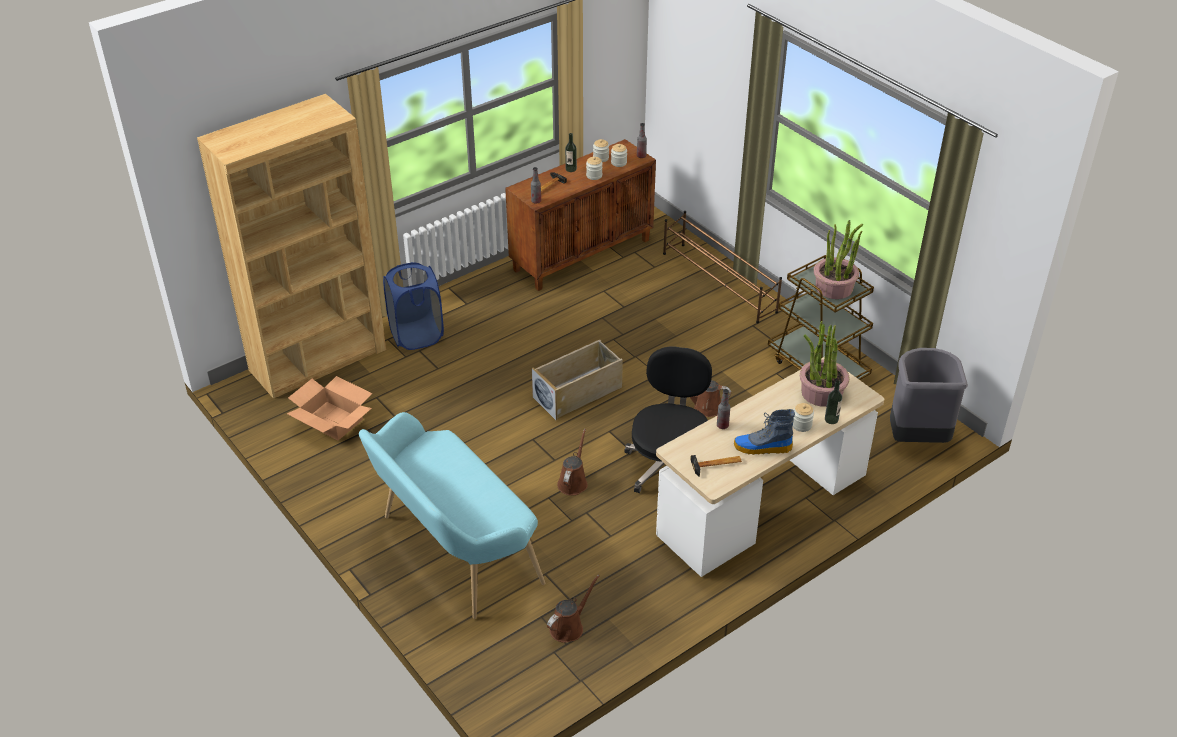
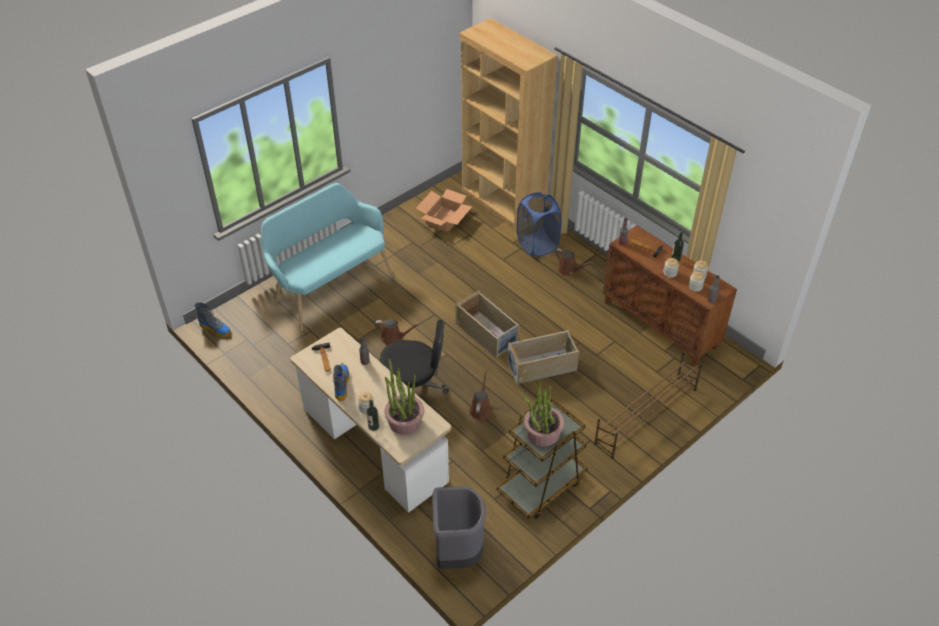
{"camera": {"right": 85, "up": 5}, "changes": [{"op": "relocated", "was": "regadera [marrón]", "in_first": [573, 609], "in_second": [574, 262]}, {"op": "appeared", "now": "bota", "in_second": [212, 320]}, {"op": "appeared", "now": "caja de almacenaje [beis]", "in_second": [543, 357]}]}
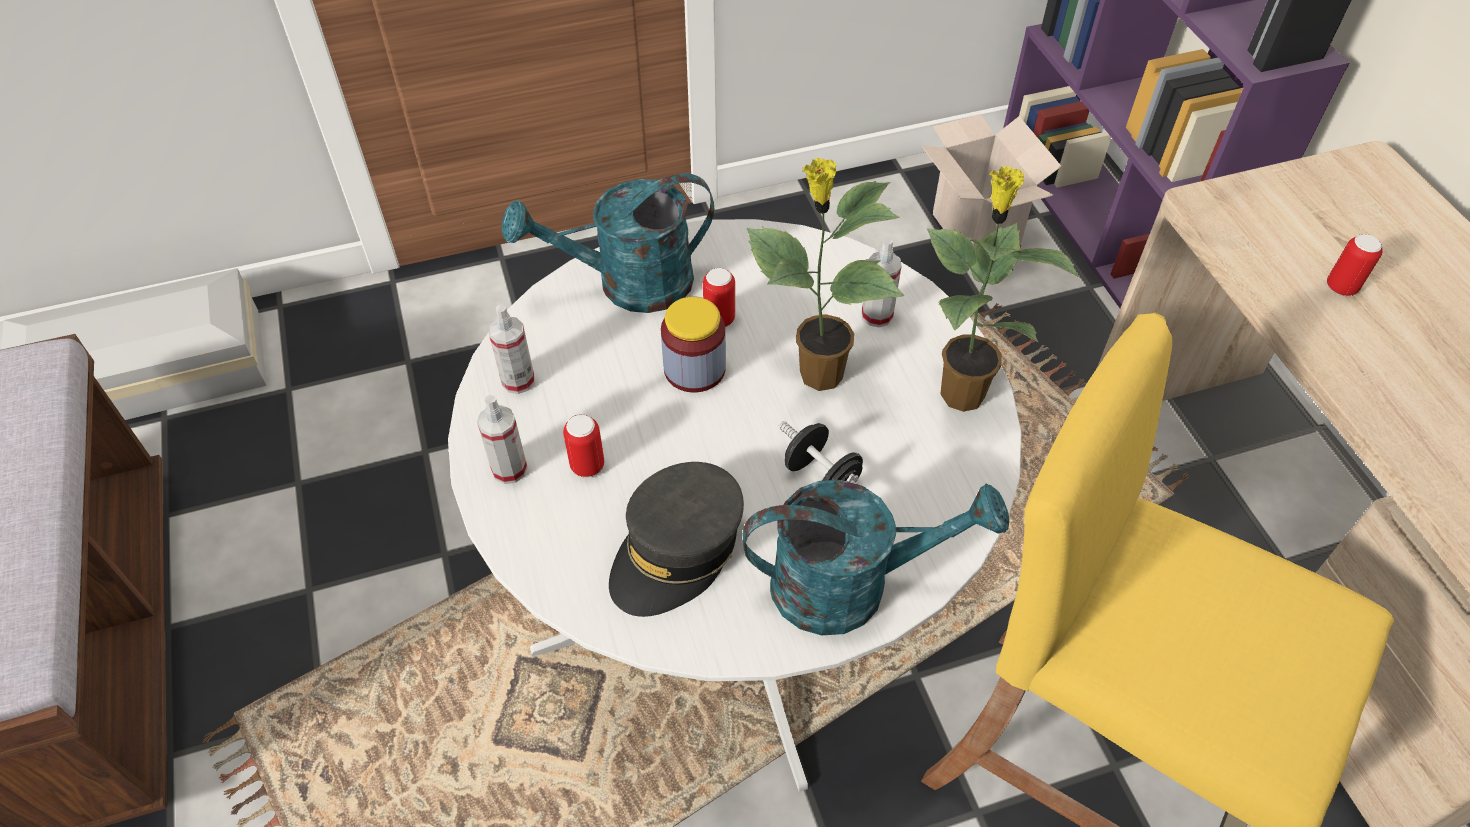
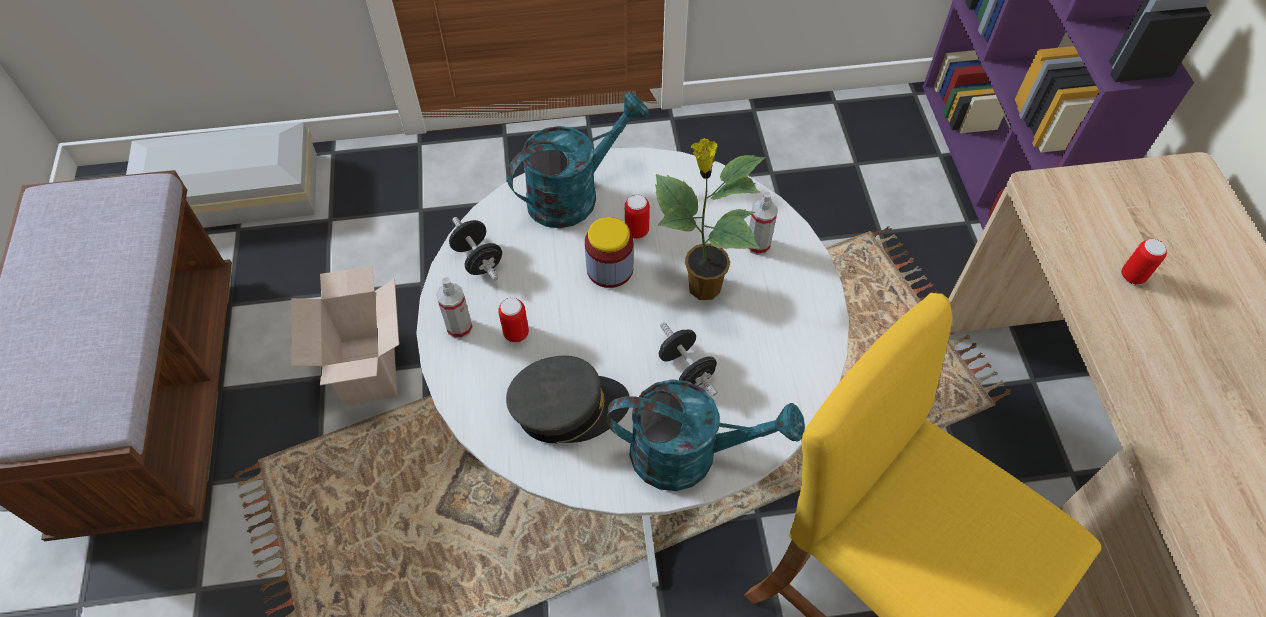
{"camera": {"right": 10, "up": 5}, "changes": [{"op": "exchanged", "was": "pulverizador", "now": "mancuerna [negro]", "in_first": [512, 349], "in_second": [475, 249]}, {"op": "spun", "was": "regadera [turquesa]", "in_first": [608, 243], "in_second": [578, 160], "clockwise": 150}, {"op": "spun", "was": "gorra [gris]", "in_first": [676, 539], "in_second": [567, 400], "clockwise": -150}, {"op": "relocated", "was": "caja de cartón", "in_first": [992, 181], "in_second": [345, 335]}, {"op": "missing", "was": "planta en maceta", "in_first": [1003, 289]}]}
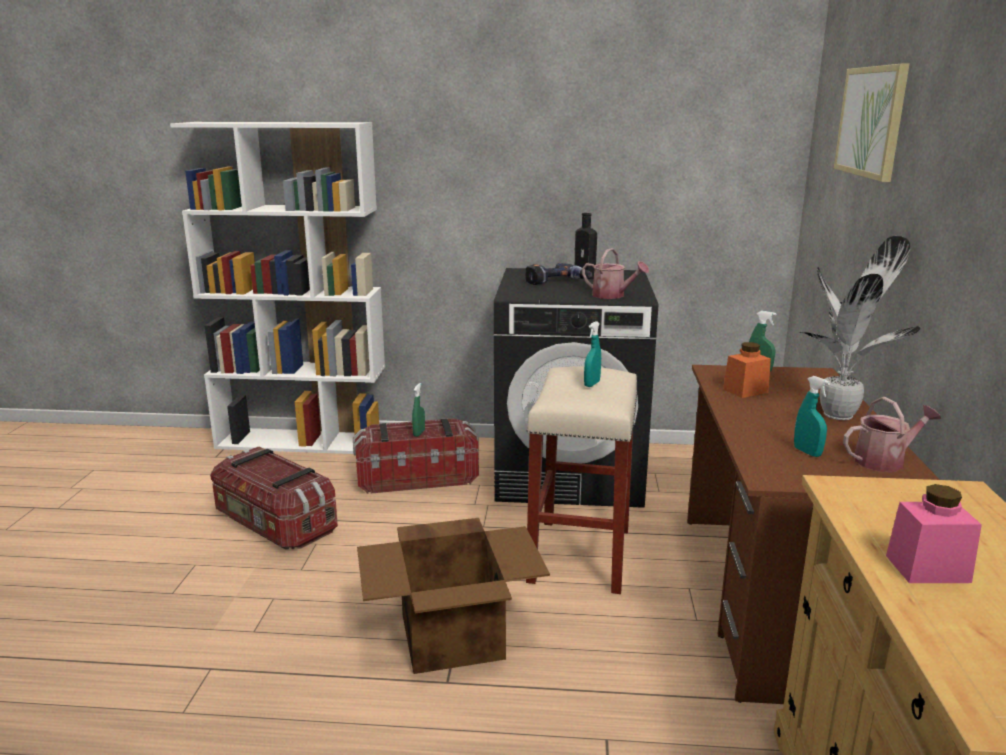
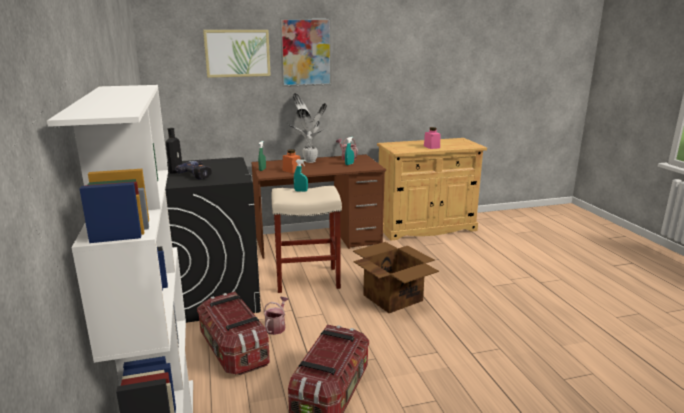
{"camera": {"right": -110, "up": 0}, "changes": [{"op": "missing", "was": "pulverizador [verde]", "in_first": [418, 410]}, {"op": "relocated", "was": "regadera", "in_first": [615, 273], "in_second": [276, 316]}, {"op": "appeared", "now": "cuadro", "in_second": [306, 52]}]}
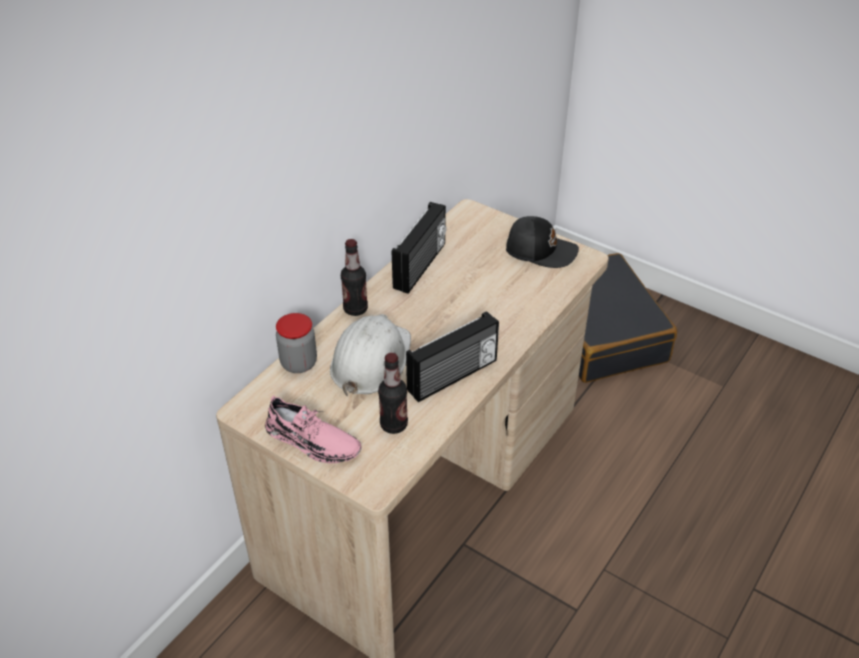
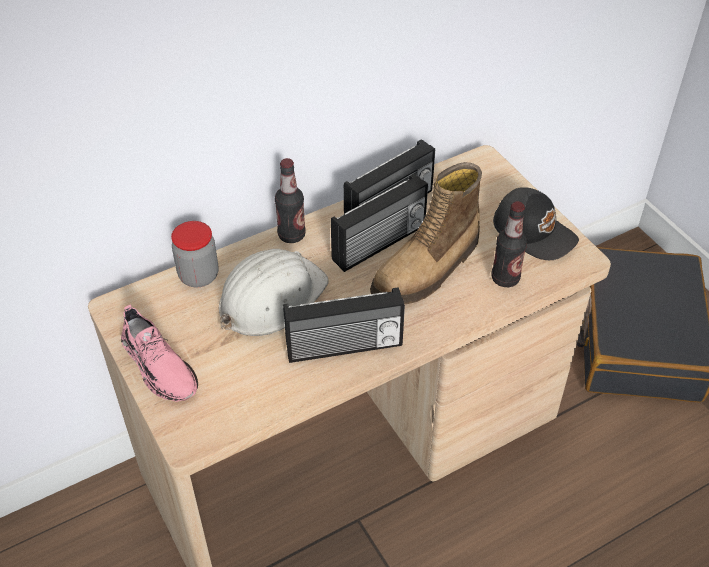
{"camera": {"right": 25, "up": 5}, "changes": [{"op": "relocated", "was": "botella", "in_first": [393, 393], "in_second": [509, 244]}, {"op": "appeared", "now": "radio", "in_second": [379, 223]}, {"op": "appeared", "now": "bota", "in_second": [426, 233]}]}
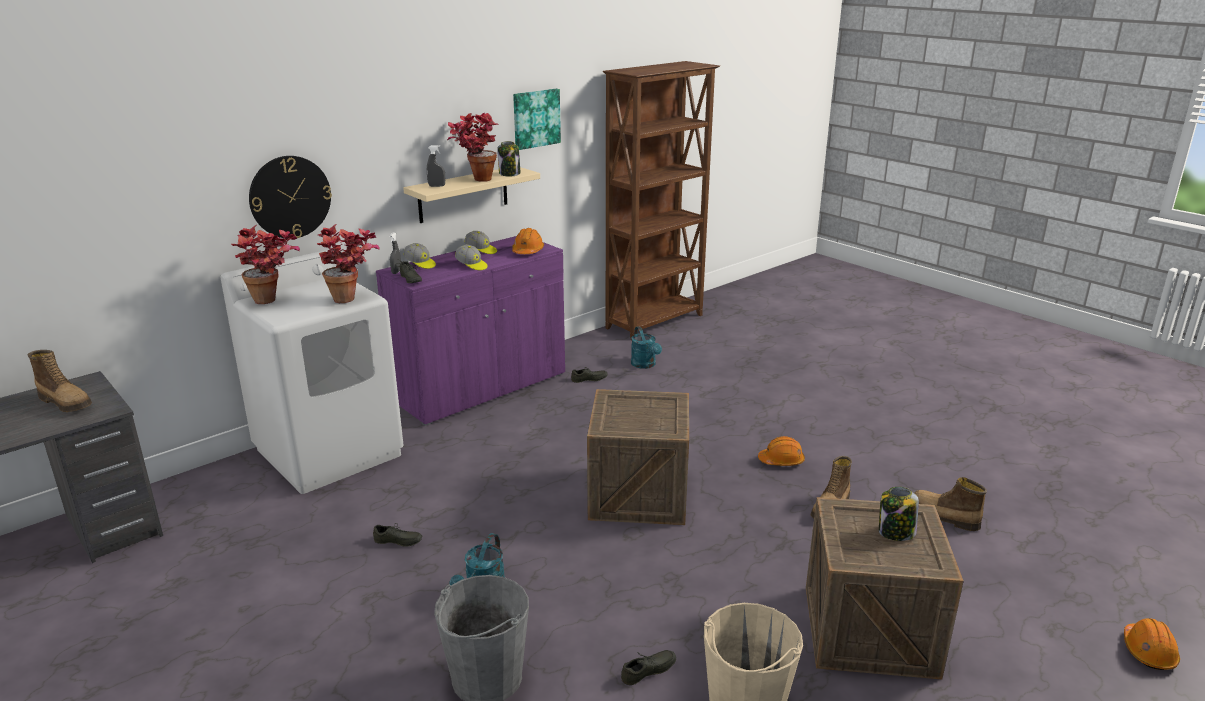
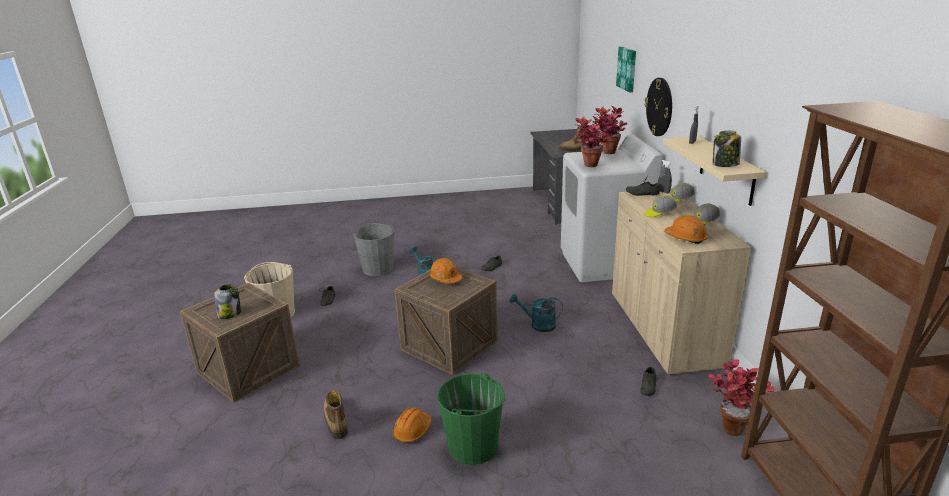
{"camera": {"right": 125, "up": 0}, "changes": [{"op": "colour", "was": "armario [morado]", "now": "armario [beis]", "in_first": [470, 331], "in_second": [681, 282]}, {"op": "relocated", "was": "planta en maceta", "in_first": [473, 147], "in_second": [742, 397]}, {"op": "relocated", "was": "cuadro", "in_first": [537, 119], "in_second": [626, 70]}, {"op": "relocated", "was": "regadera [turquesa]", "in_first": [646, 347], "in_second": [536, 312]}, {"op": "missing", "was": "bota", "in_first": [950, 504]}, {"op": "relocated", "was": "casco [naranja]", "in_first": [1152, 644], "in_second": [446, 271]}, {"op": "appeared", "now": "cubo [verde]", "in_second": [471, 419]}]}
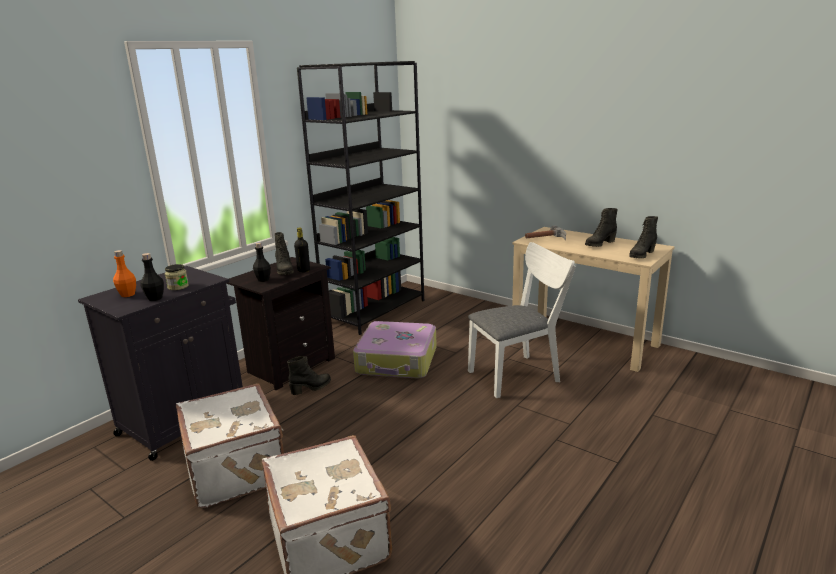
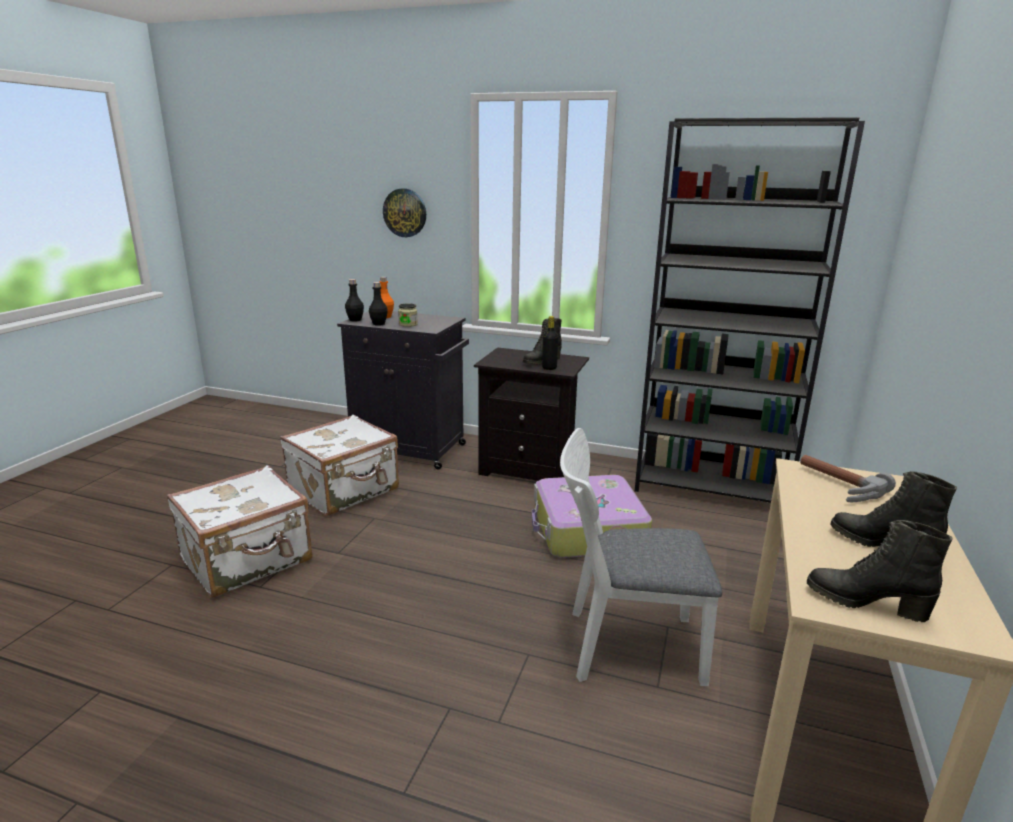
{"camera": {"right": 70, "up": 0}, "changes": [{"op": "relocated", "was": "botella [negro]", "in_first": [262, 262], "in_second": [354, 300]}, {"op": "missing", "was": "bota [negro]", "in_first": [309, 375]}, {"op": "spun", "was": "silla [blanco]", "in_first": [522, 320], "in_second": [641, 557], "clockwise": 135}, {"op": "appeared", "now": "reloj de pared", "in_second": [404, 213]}]}
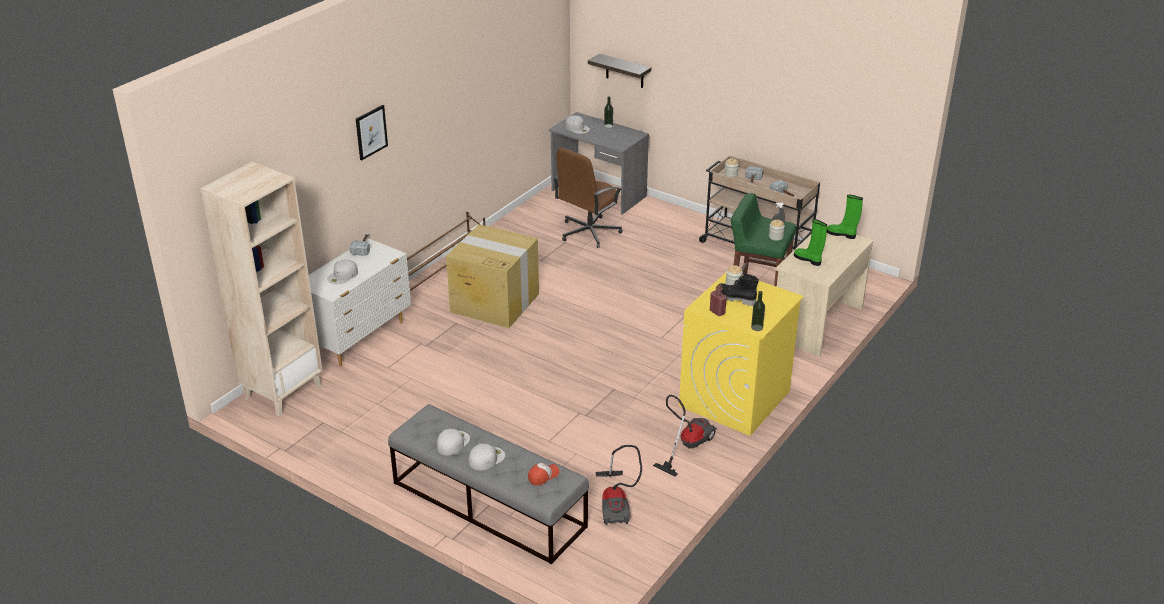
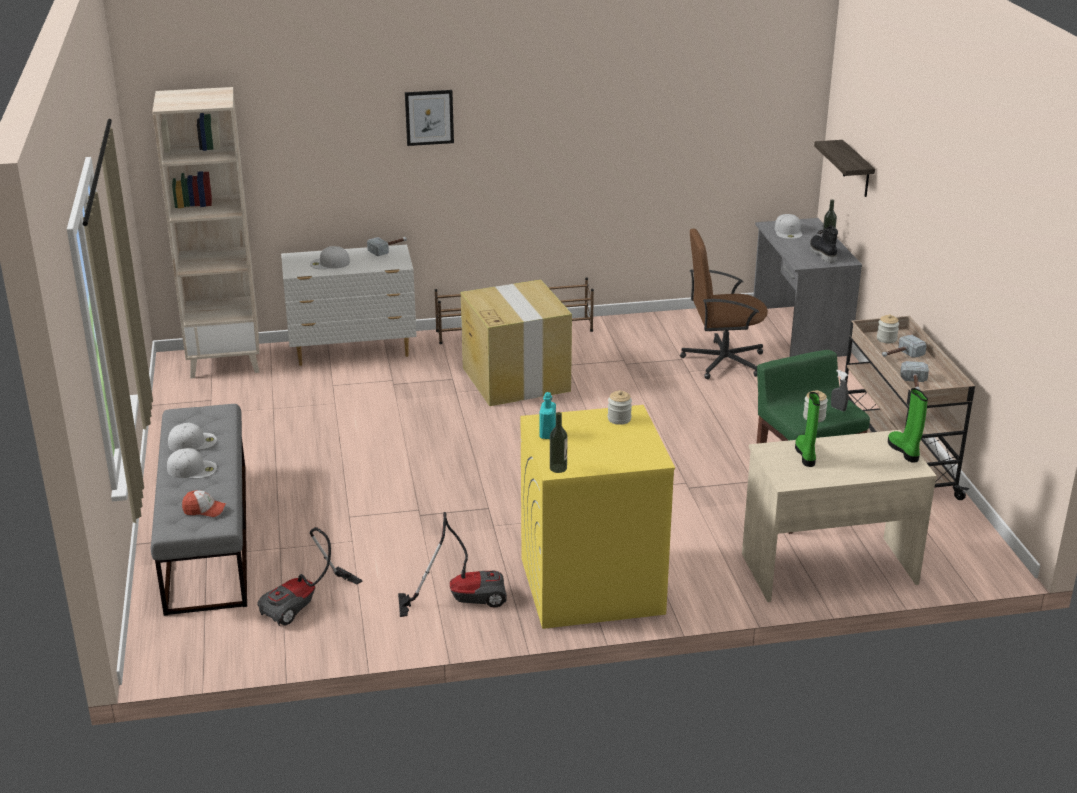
{"camera": {"right": 45, "up": -5}, "changes": [{"op": "colour", "was": "botella [rojo]", "now": "botella [turquesa]", "in_first": [718, 300], "in_second": [547, 415]}, {"op": "relocated", "was": "bota [negro]", "in_first": [739, 290], "in_second": [824, 244]}]}
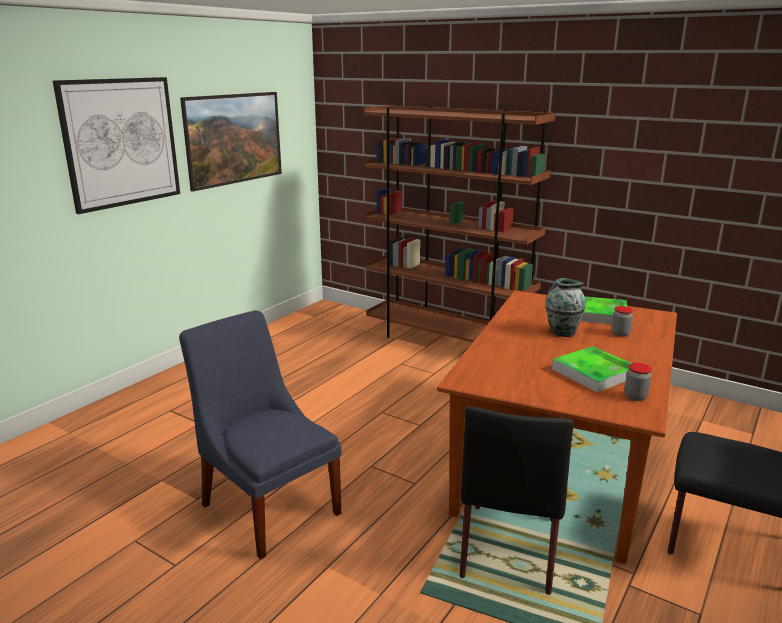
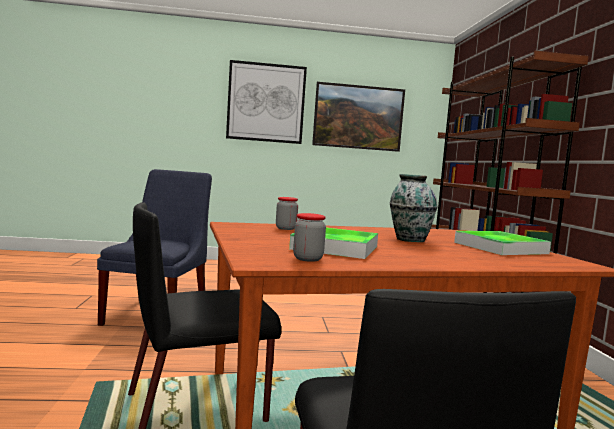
{"camera": {"right": 50, "up": -15}, "changes": [{"op": "relocated", "was": "tarro", "in_first": [622, 321], "in_second": [287, 213]}]}
